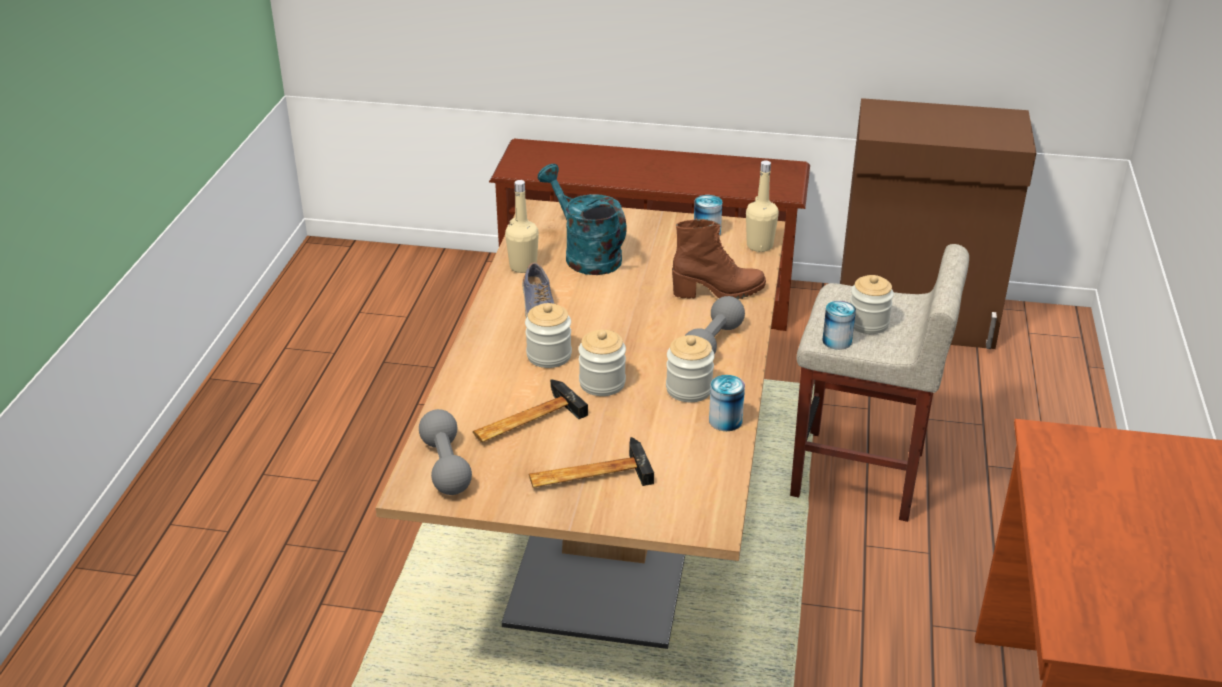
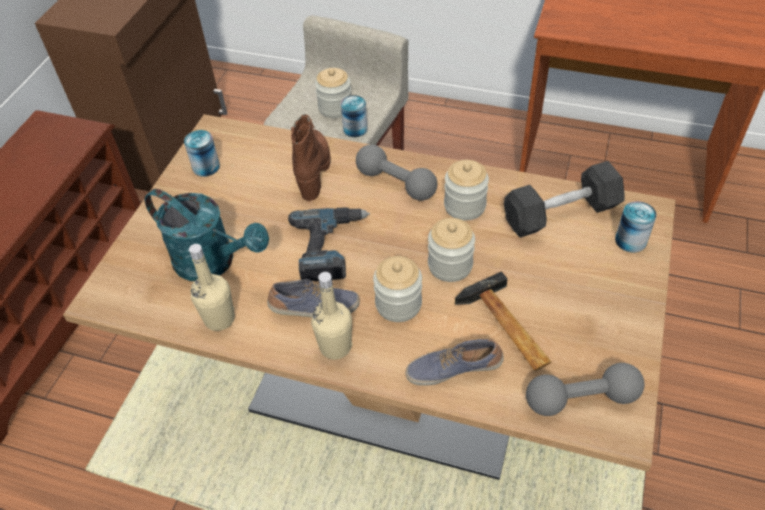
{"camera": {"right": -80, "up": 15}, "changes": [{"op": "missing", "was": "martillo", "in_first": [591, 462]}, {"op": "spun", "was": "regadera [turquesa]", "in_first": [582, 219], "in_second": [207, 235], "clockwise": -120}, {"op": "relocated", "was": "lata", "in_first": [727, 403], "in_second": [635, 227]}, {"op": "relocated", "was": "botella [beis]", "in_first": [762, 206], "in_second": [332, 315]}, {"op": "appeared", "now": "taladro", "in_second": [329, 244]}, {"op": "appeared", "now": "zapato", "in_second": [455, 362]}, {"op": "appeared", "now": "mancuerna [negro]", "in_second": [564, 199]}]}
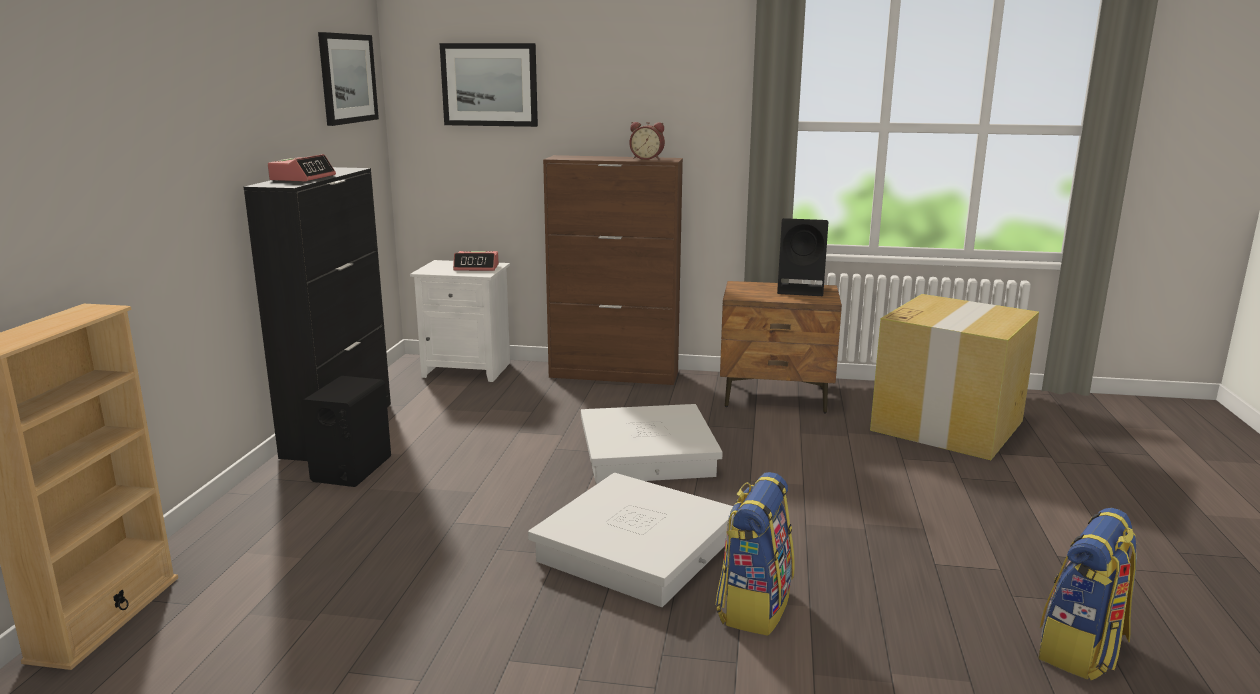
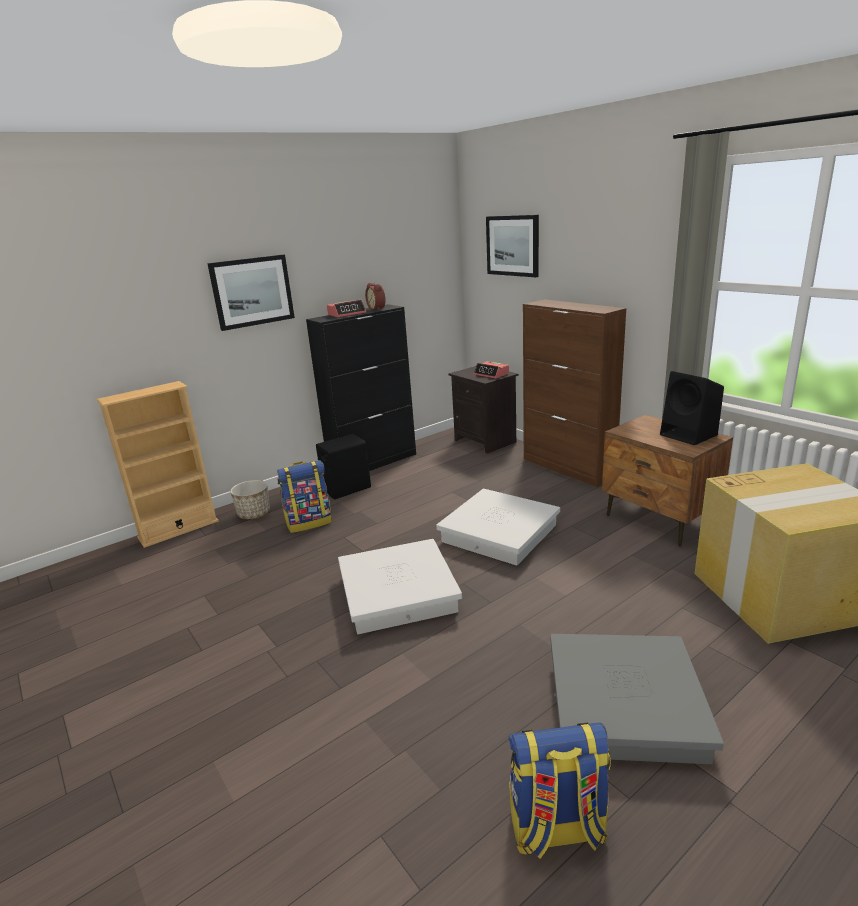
{"camera": {"right": 45, "up": 5}, "changes": [{"op": "relocated", "was": "cuadro", "in_first": [348, 79], "in_second": [251, 293]}, {"op": "colour", "was": "mesita de noche [blanco]", "now": "mesita de noche [negro]", "in_first": [460, 321], "in_second": [483, 410]}, {"op": "relocated", "was": "despertador", "in_first": [647, 141], "in_second": [375, 296]}, {"op": "relocated", "was": "mochila", "in_first": [754, 554], "in_second": [304, 496]}, {"op": "appeared", "now": "maceta", "in_second": [250, 499]}, {"op": "appeared", "now": "caja de almacenaje [gris]", "in_second": [637, 699]}]}
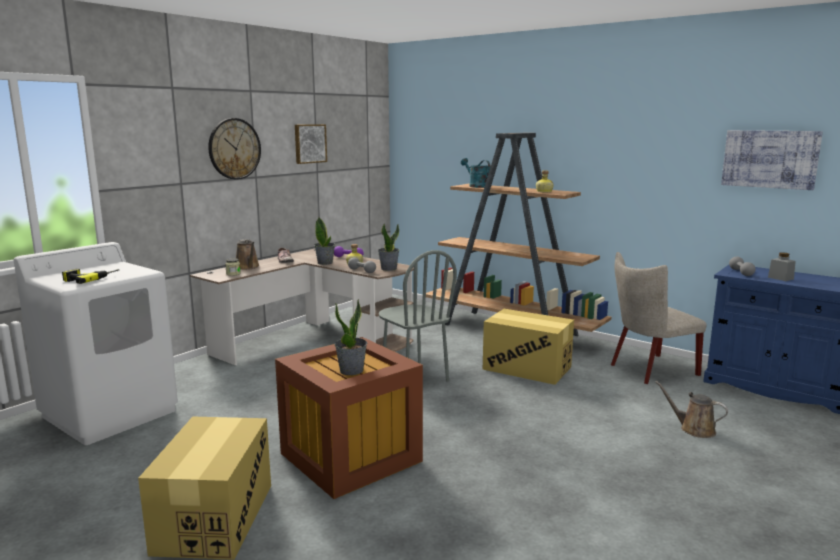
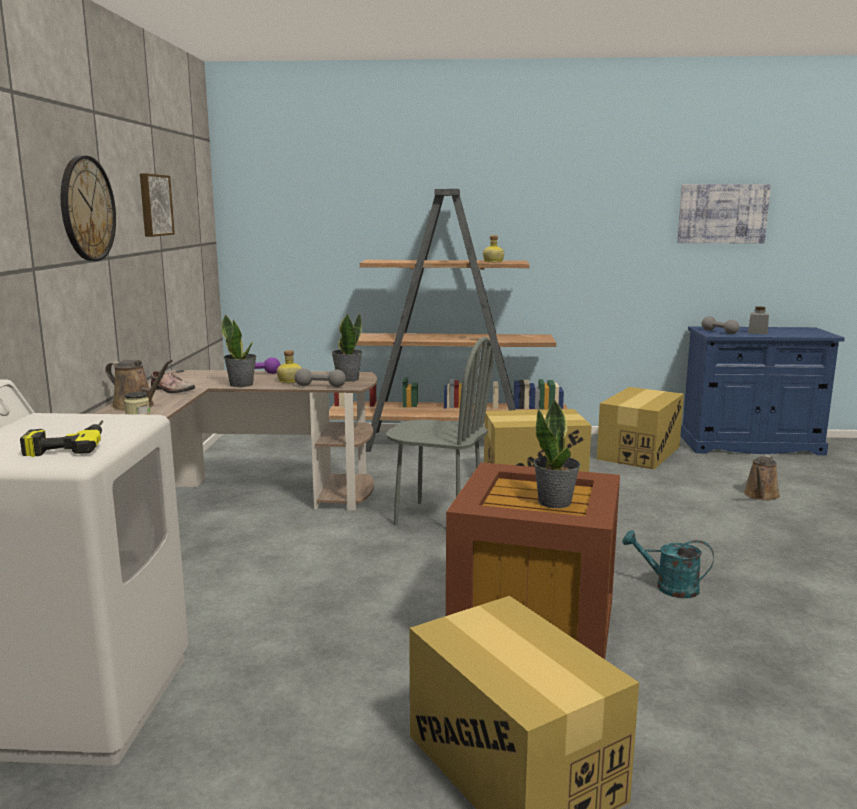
{"camera": {"right": -35, "up": 0}, "changes": [{"op": "relocated", "was": "regadera [turquesa]", "in_first": [476, 173], "in_second": [668, 564]}, {"op": "exchanged", "was": "silla [beis]", "now": "caja de cartón", "in_first": [659, 318], "in_second": [640, 428]}, {"op": "spun", "was": "regadera [marrón]", "in_first": [691, 409], "in_second": [761, 478], "clockwise": -60}]}
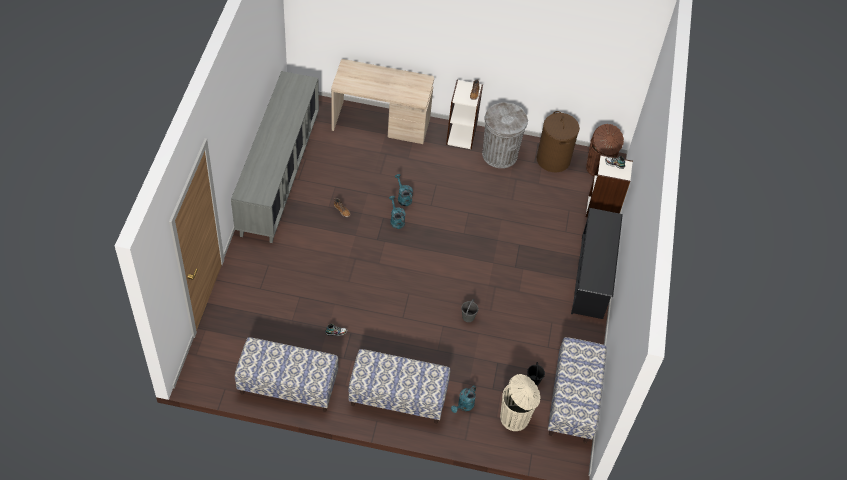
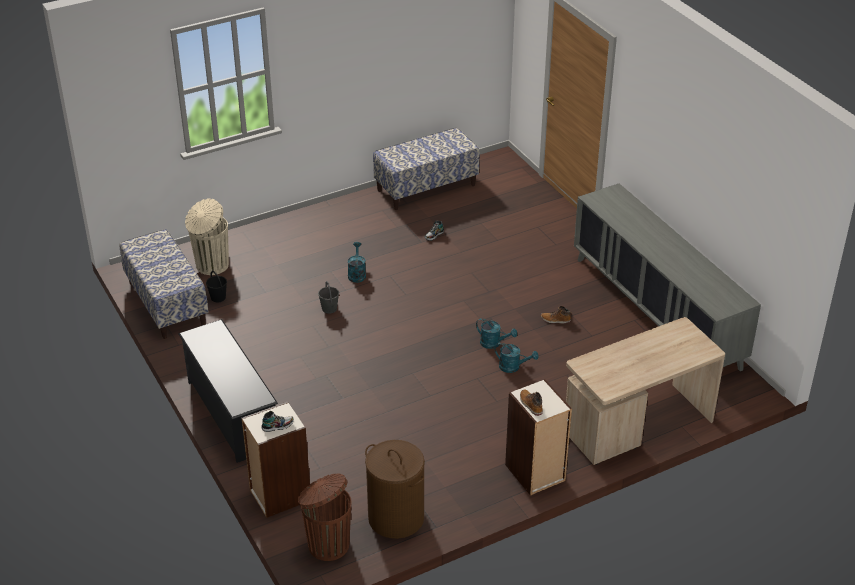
{"camera": {"right": 145, "up": -15}, "changes": [{"op": "missing", "was": "banco", "in_first": [399, 386]}, {"op": "relocated", "was": "regadera [turquesa]", "in_first": [463, 399], "in_second": [357, 262]}, {"op": "missing", "was": "papelera [gris]", "in_first": [505, 135]}]}
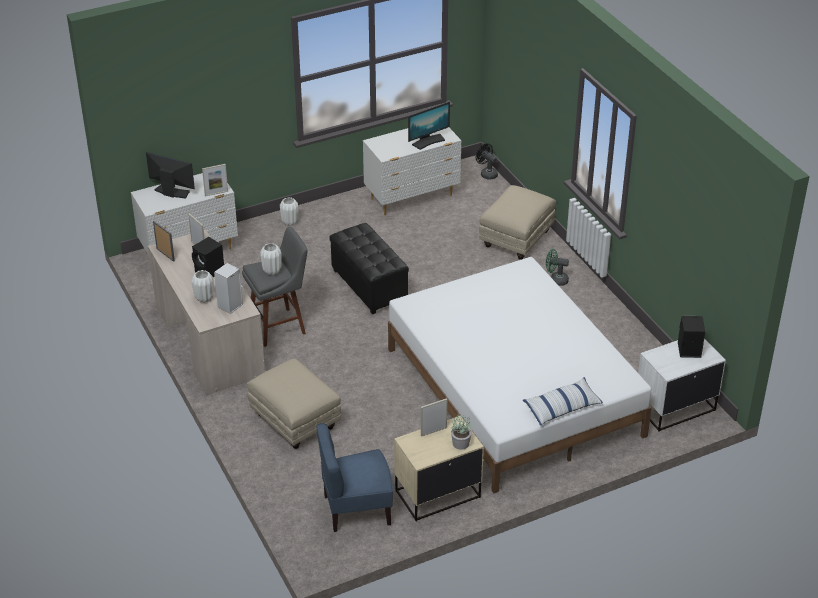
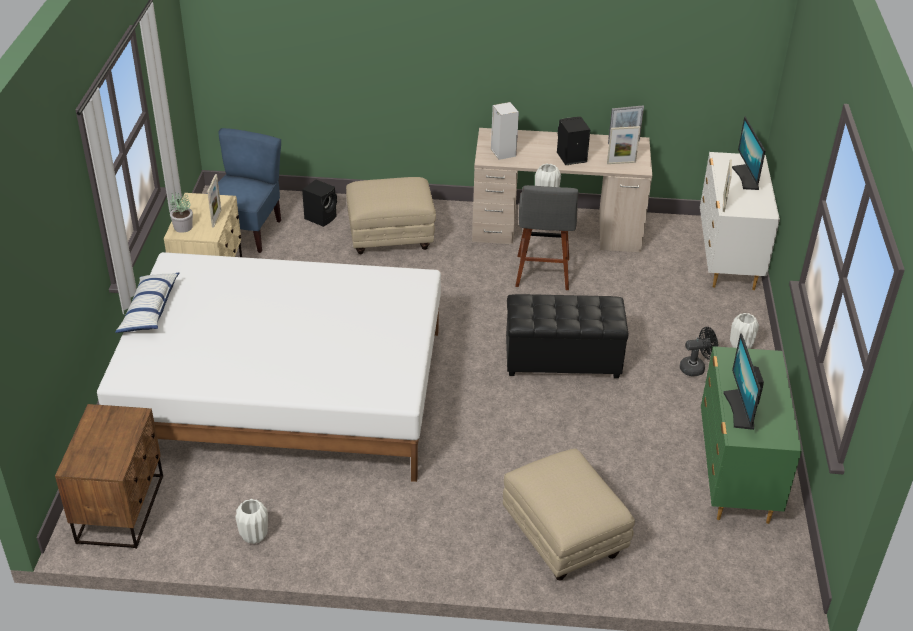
{"camera": {"right": 120, "up": 0}, "changes": [{"op": "spun", "was": "monitor", "in_first": [170, 175], "in_second": [748, 153], "clockwise": 120}, {"op": "relocated", "was": "florero [blanco]", "in_first": [203, 286], "in_second": [251, 521]}, {"op": "colour", "was": "cómoda [blanco]", "now": "cómoda [verde]", "in_first": [412, 171], "in_second": [751, 435]}, {"op": "relocated", "was": "ventilador [negro]", "in_first": [487, 162], "in_second": [699, 351]}, {"op": "missing", "was": "ventilador [verde]", "in_first": [557, 267]}, {"op": "colour", "was": "mesita de noche [blanco]", "now": "mesita de noche [marrón]", "in_first": [682, 385], "in_second": [109, 476]}, {"op": "relocated", "was": "altavoz [negro]", "in_first": [691, 337], "in_second": [319, 203]}]}
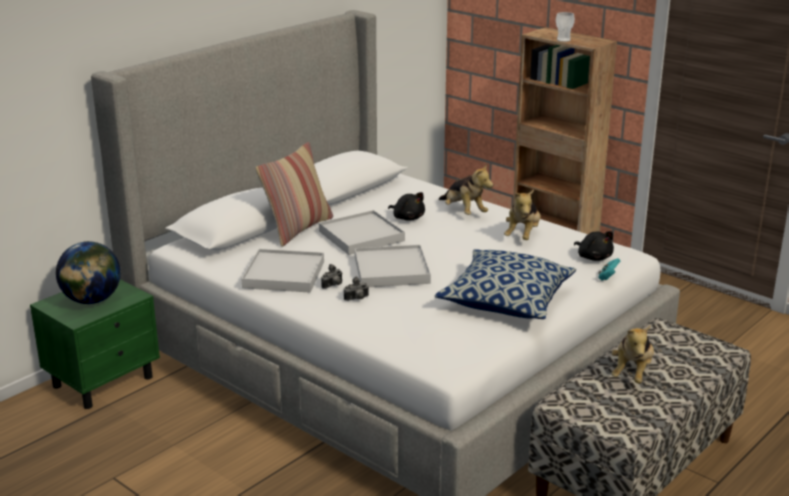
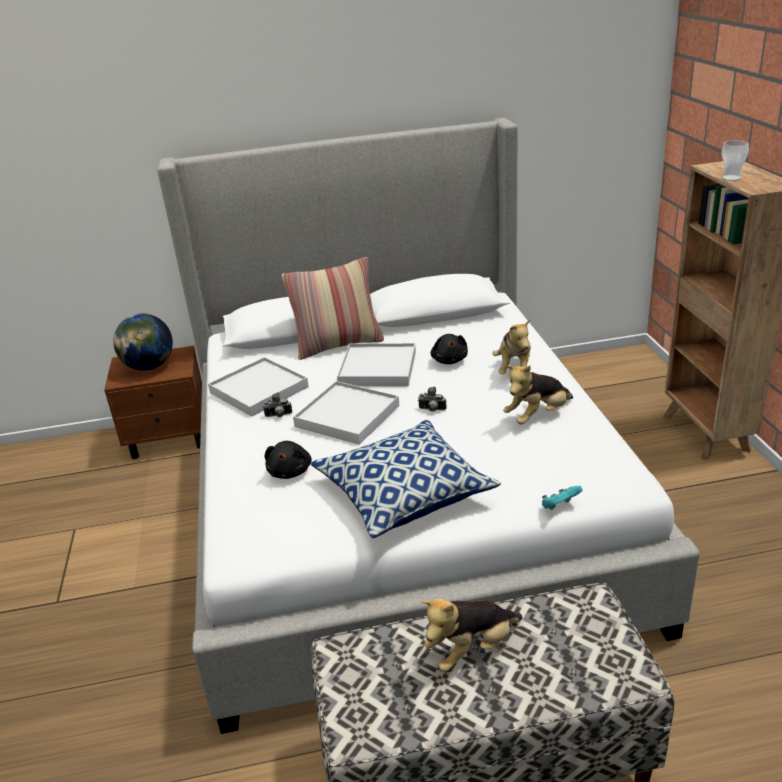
{"camera": {"right": 40, "up": 5}, "changes": [{"op": "colour", "was": "mesita de noche [verde]", "now": "mesita de noche [marrón]", "in_first": [95, 344], "in_second": [153, 402]}, {"op": "relocated", "was": "cámara", "in_first": [356, 288], "in_second": [432, 398]}, {"op": "relocated", "was": "peluche [negro]", "in_first": [594, 246], "in_second": [288, 460]}]}
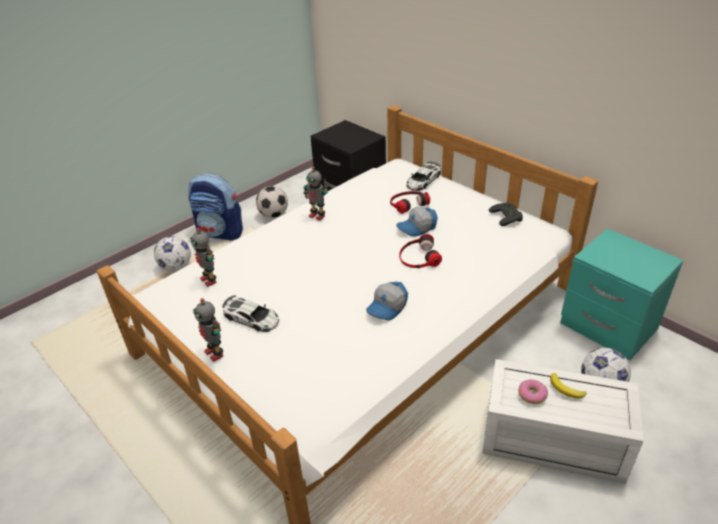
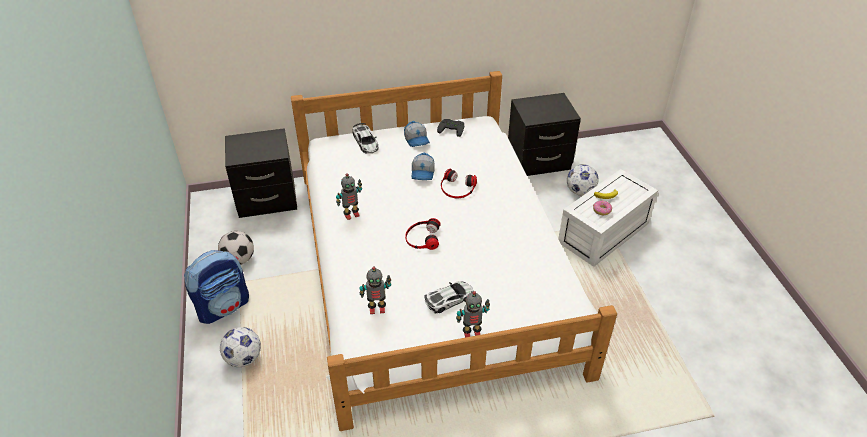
{"camera": {"right": -60, "up": 5}, "changes": [{"op": "relocated", "was": "gorra", "in_first": [387, 301], "in_second": [417, 134]}, {"op": "relocated", "was": "auriculares", "in_first": [410, 202], "in_second": [423, 234]}, {"op": "colour", "was": "mesita de noche [turquesa]", "now": "mesita de noche [negro]", "in_first": [622, 294], "in_second": [544, 134]}]}
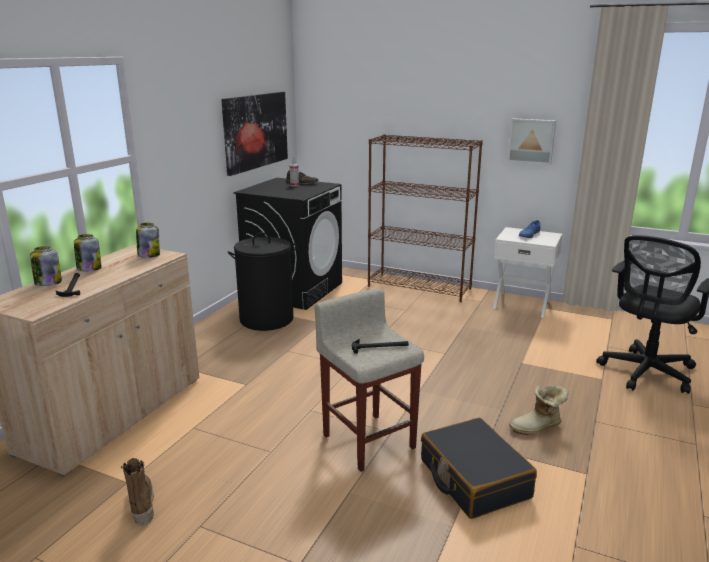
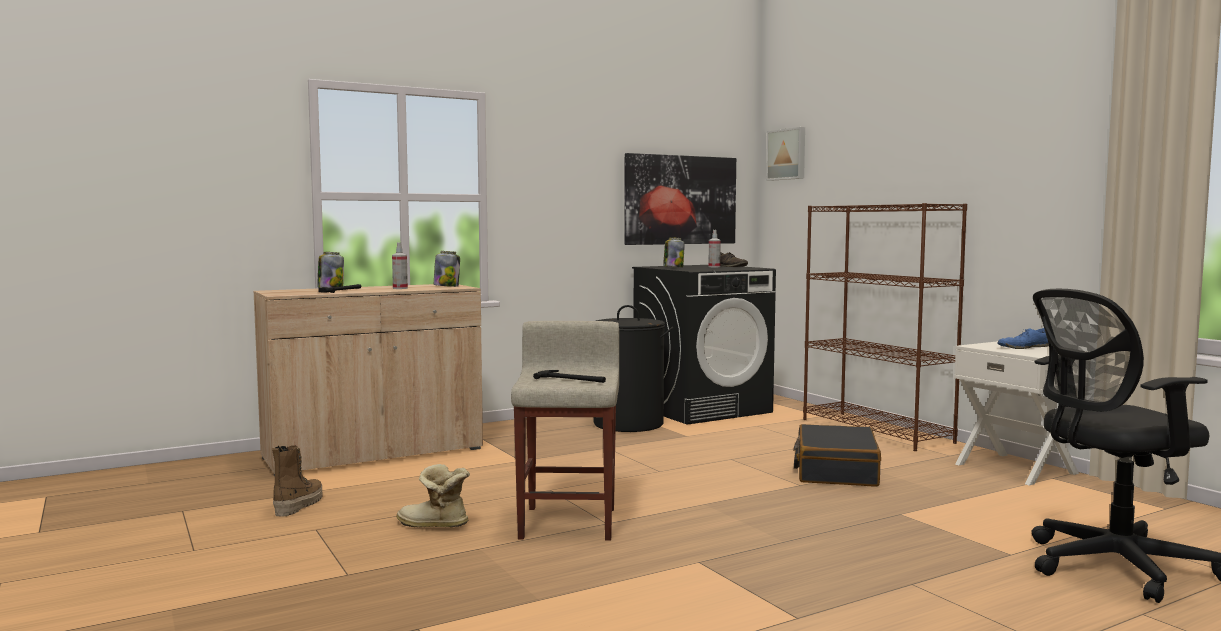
{"camera": {"right": 35, "up": -15}, "changes": [{"op": "relocated", "was": "tarro", "in_first": [88, 252], "in_second": [674, 252]}, {"op": "relocated", "was": "maleta [negro]", "in_first": [479, 468], "in_second": [837, 455]}, {"op": "relocated", "was": "cuadro", "in_first": [532, 141], "in_second": [785, 154]}, {"op": "relocated", "was": "bota", "in_first": [538, 409], "in_second": [433, 495]}, {"op": "appeared", "now": "pulverizador", "in_second": [400, 265]}]}
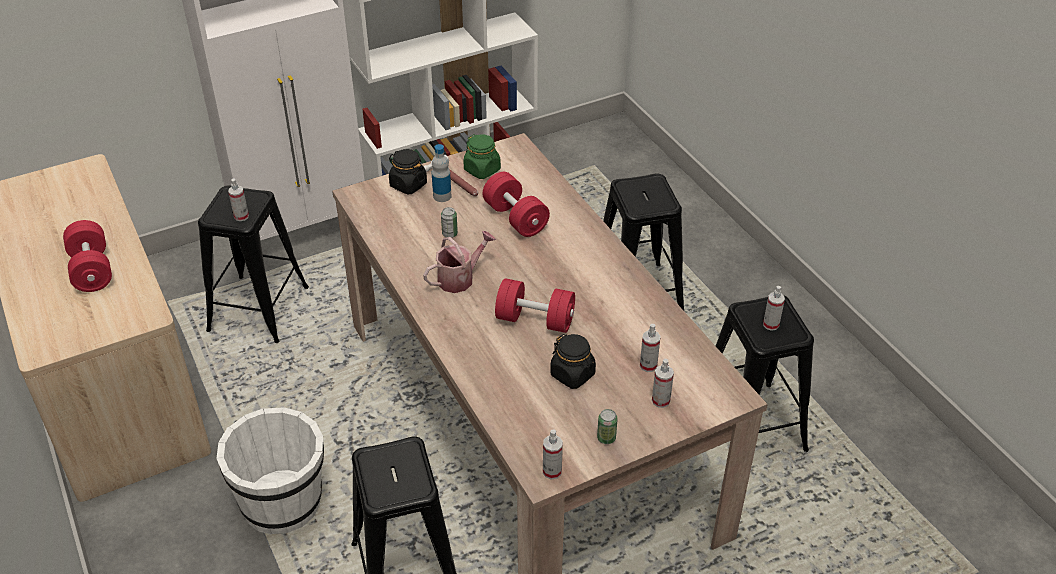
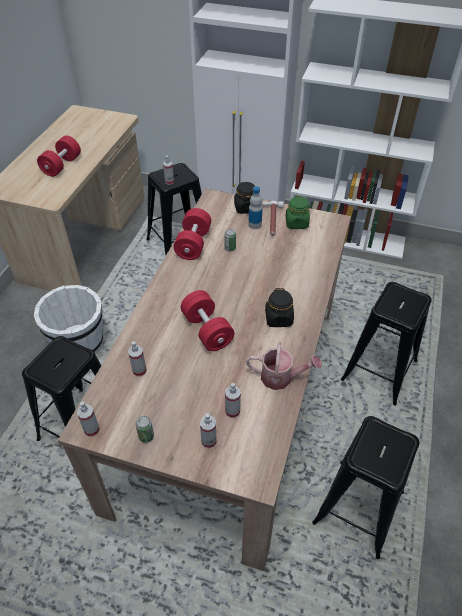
{"camera": {"right": 45, "up": 5}, "changes": [{"op": "relocated", "was": "regadera", "in_first": [459, 262], "in_second": [284, 366]}, {"op": "relocated", "was": "mancuerna [rojo]", "in_first": [516, 204], "in_second": [192, 234]}, {"op": "relocated", "was": "tarro [negro]", "in_first": [573, 361], "in_second": [279, 307]}, {"op": "relocated", "was": "pulverizador", "in_first": [774, 308], "in_second": [137, 359]}]}
